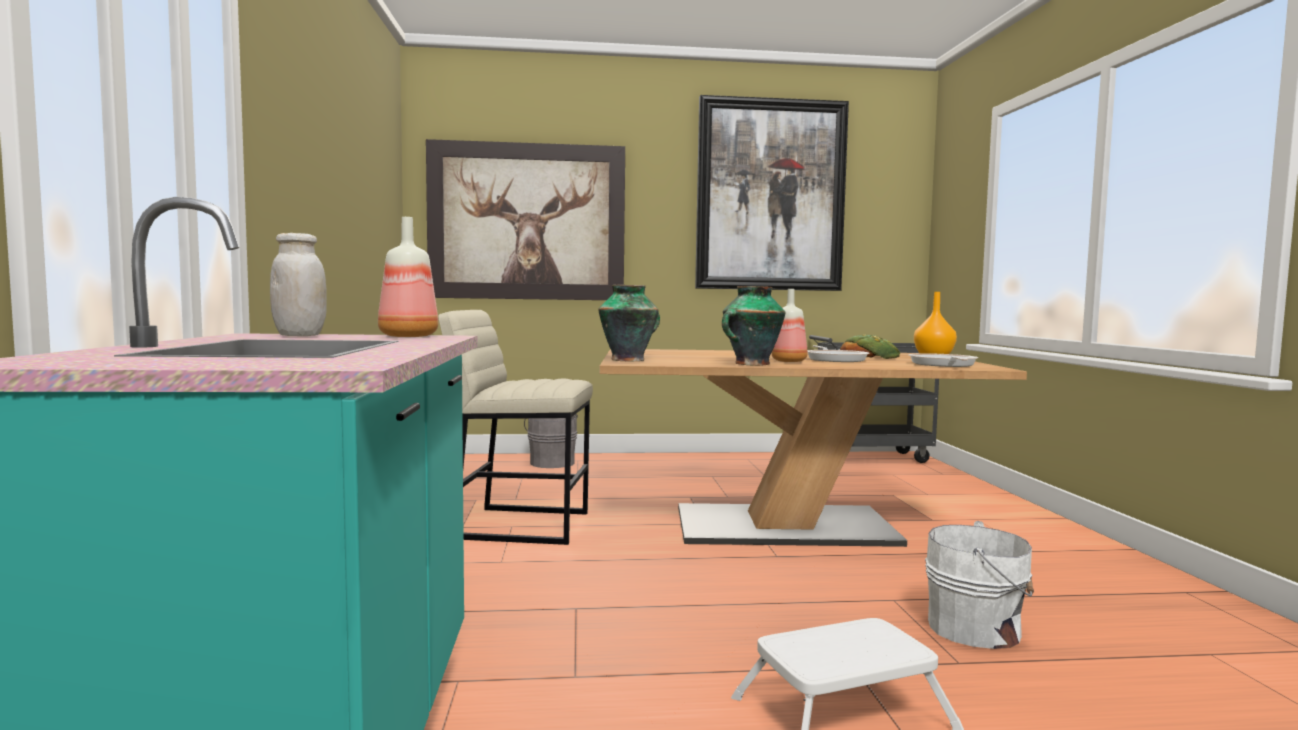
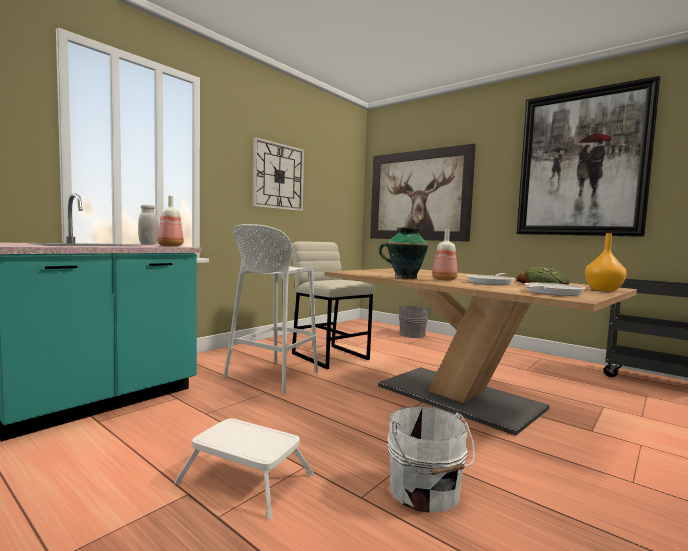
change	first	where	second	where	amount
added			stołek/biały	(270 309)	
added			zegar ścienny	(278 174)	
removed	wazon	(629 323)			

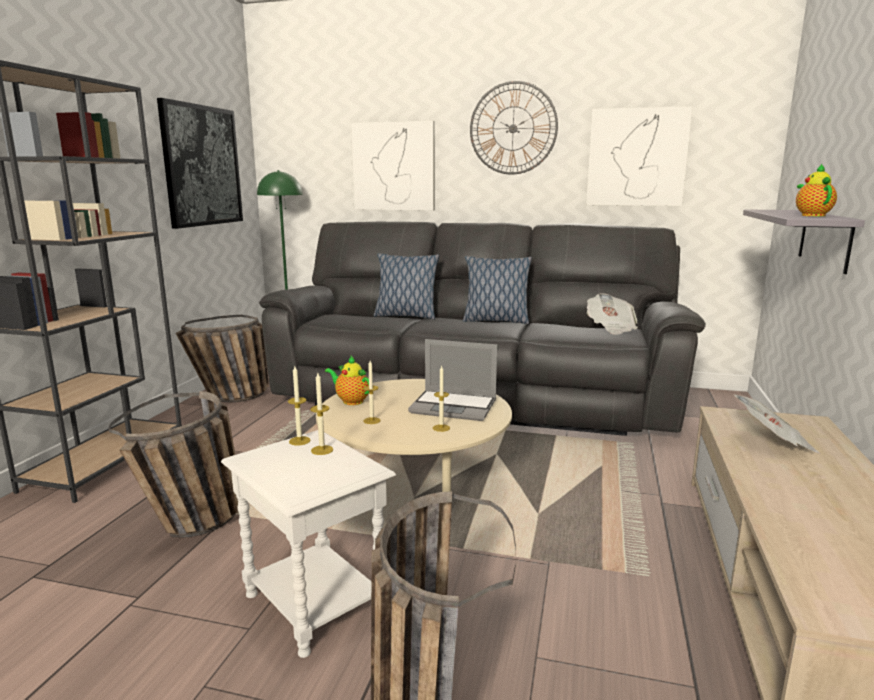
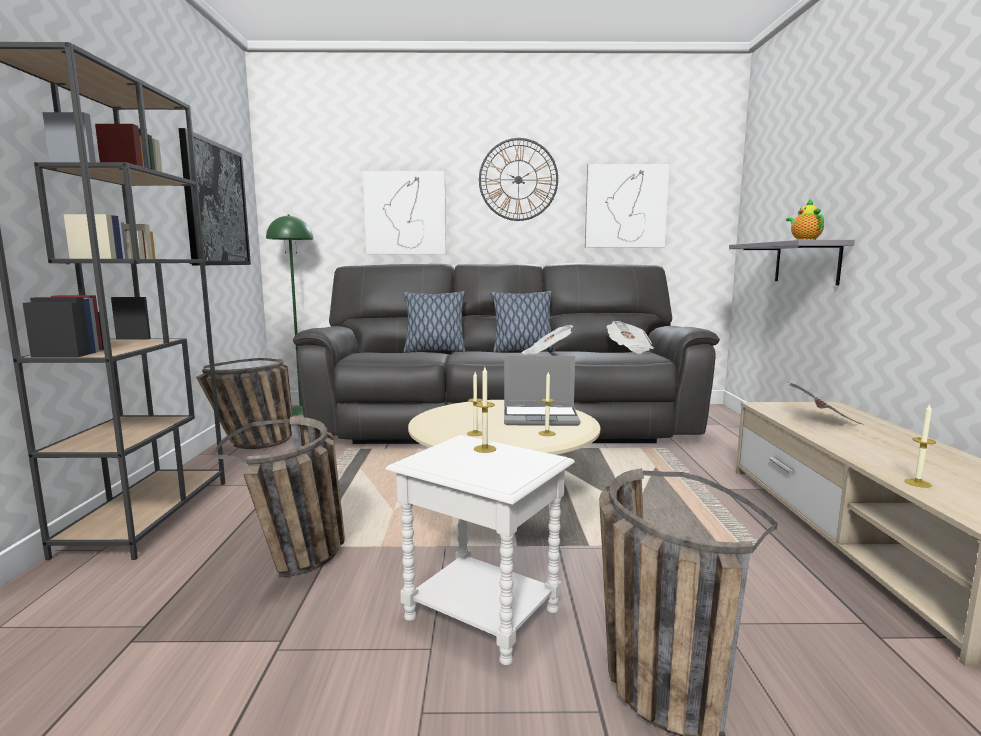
change	first	where	second	where	amount
added			gazeta	(547 340)	
moved	świeca	(299 406)		(920 446)	
removed	imbryk	(347 380)			

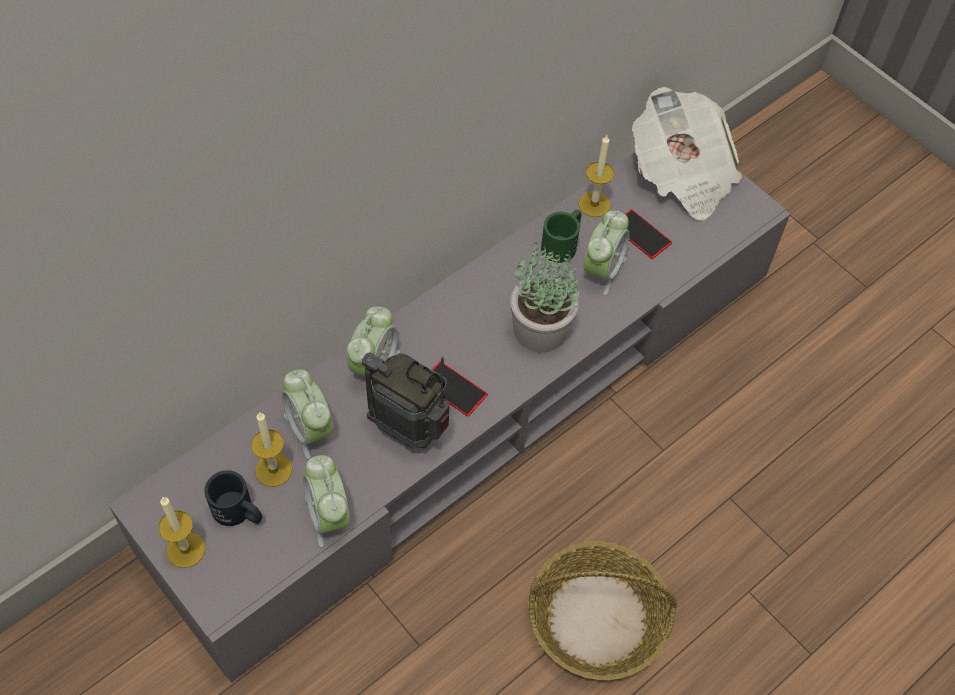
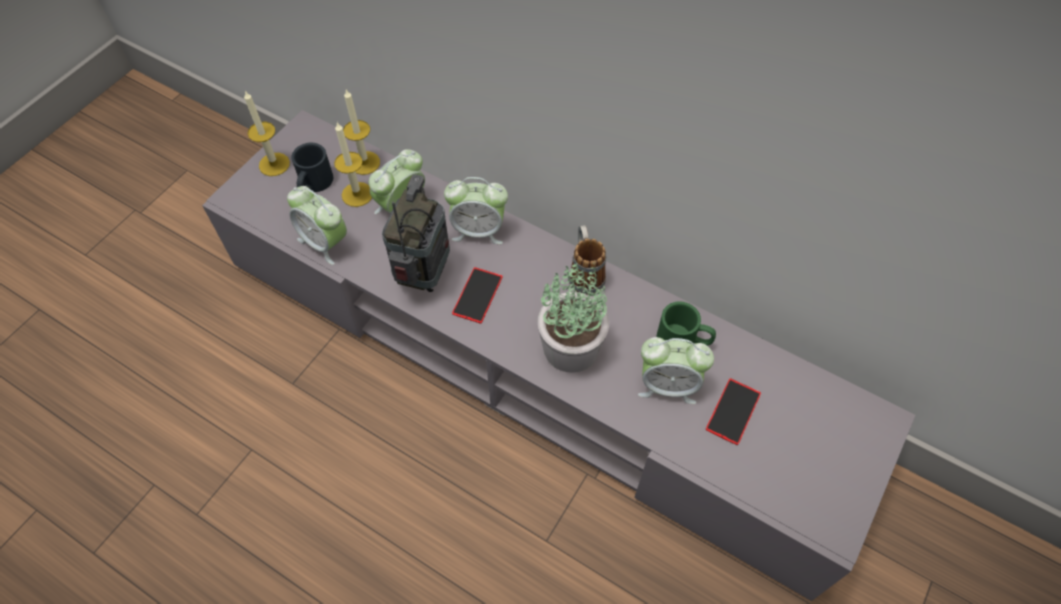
change	first	where	second	where	amount
turned	budzik	(326 501)		(317 225)	105 degrees counterclockwise
moved	świeca	(596 176)		(361 132)	
added			kubek	(587 260)	
removed	koszyk	(602 610)			
removed	gazeta	(687 154)			

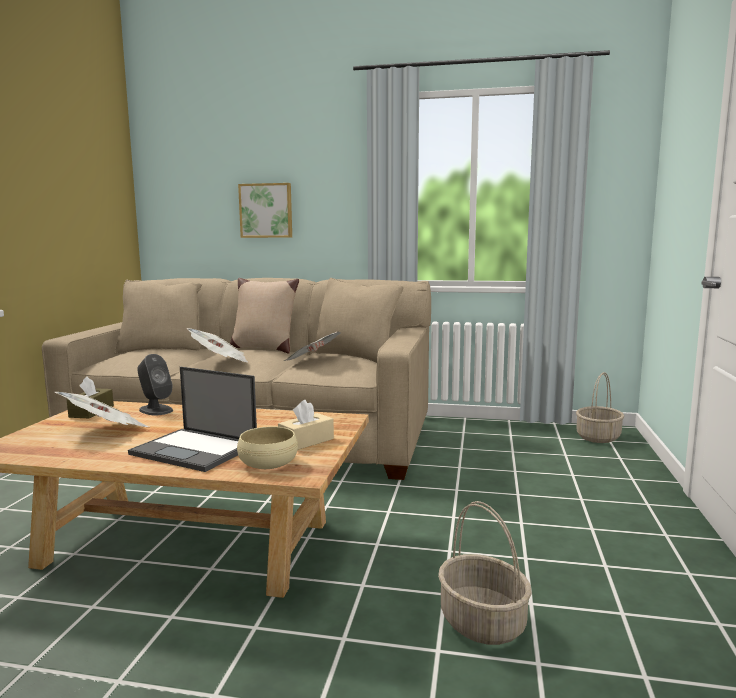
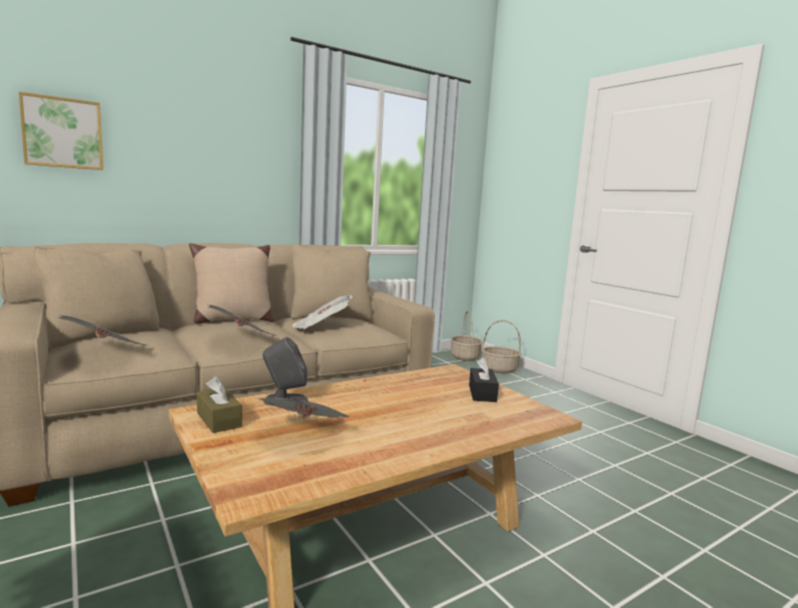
change	first	where	second	where	amount
moved	obraz	(265 210)		(61 131)	
added			gazeta	(102 330)	
recoloured	pudełko chusteczek/beżowy	(306 425)	pudełko chusteczek/czarny	(484 379)	
moved	koszyk	(485 573)		(501 346)	
removed	laptop	(192 419)			
removed	miska/beżowy	(267 447)			

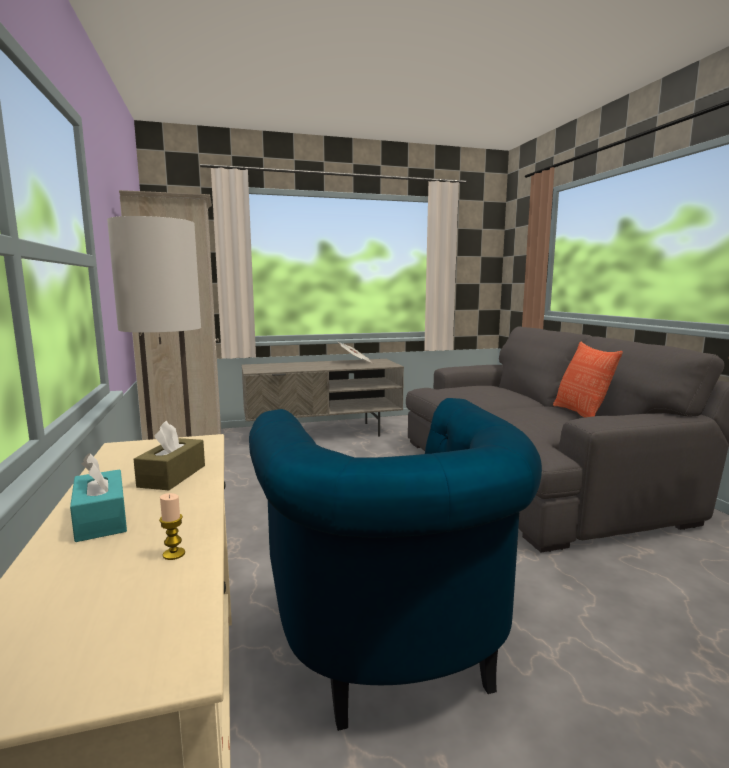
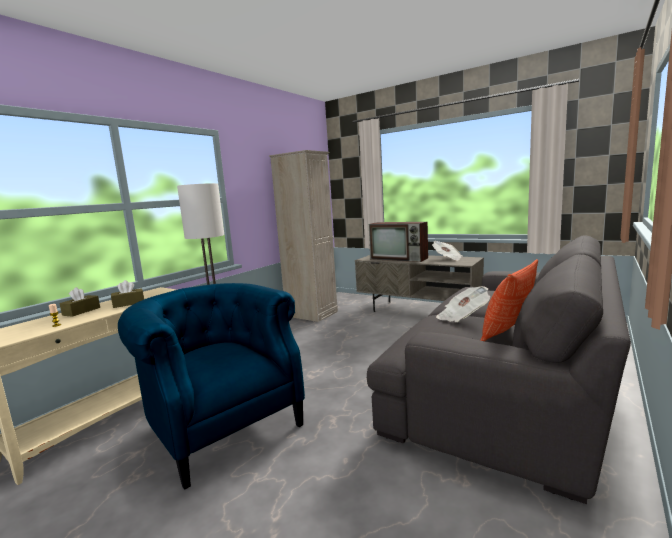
change	first	where	second	where	amount
recoloured	pudełko chusteczek/turkusowy	(98 497)	pudełko chusteczek/brązowy	(79 302)	
turned	fotel/niebieski	(395 564)		(211 386)	105 degrees clockwise
added			telewizor	(398 242)	
added			gazeta	(463 304)	

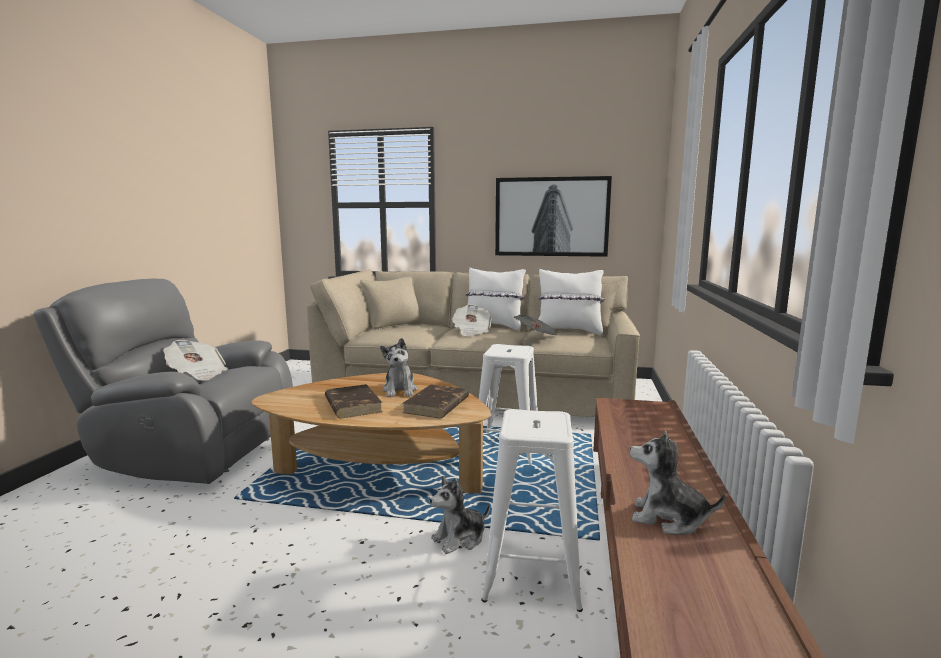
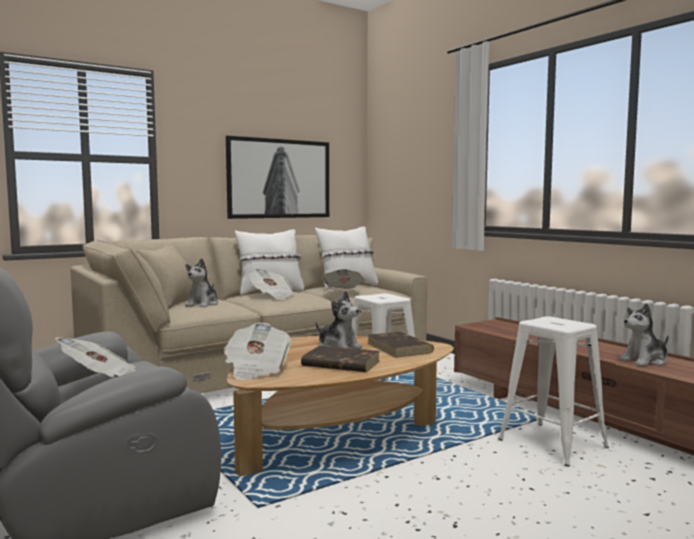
change	first	where	second	where	amount
moved	pluszak	(460 515)		(201 282)	
added			gazeta	(258 351)	

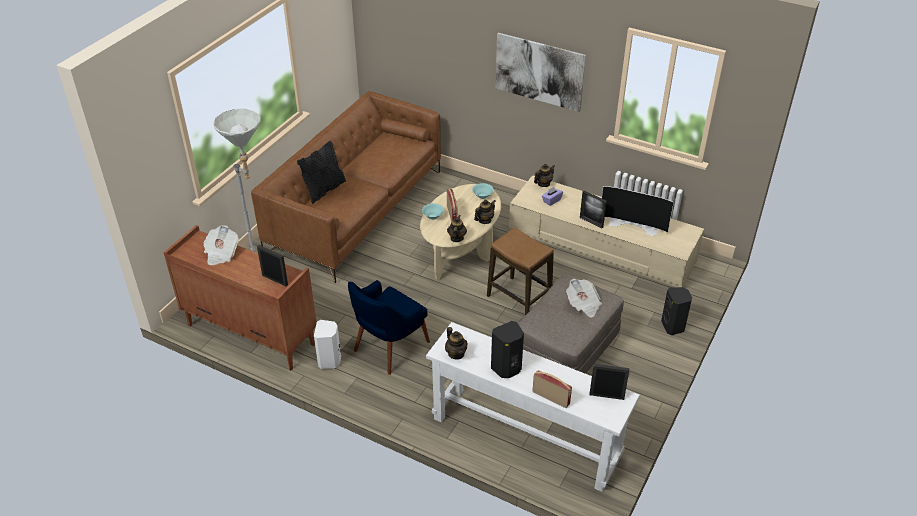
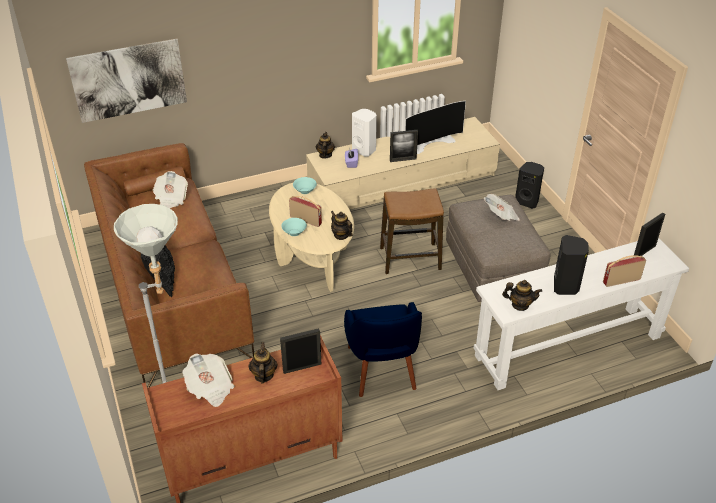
change	first	where	second	where	amount
moved	obraz	(540 72)		(126 81)	
added			gazeta	(170 189)	
moved	imbryk	(484 212)		(263 363)	
moved	głośnik/biały	(327 344)		(364 133)	

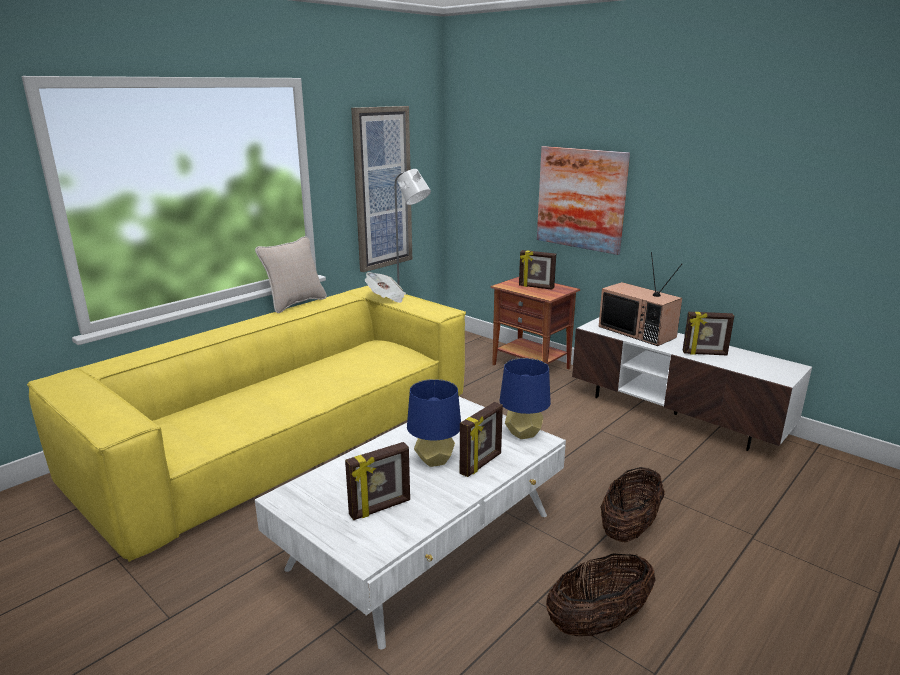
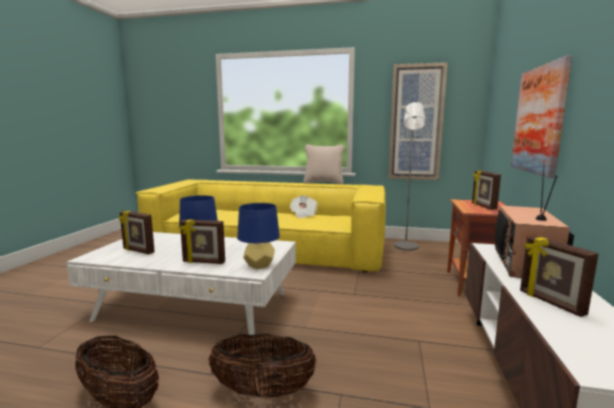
change	first	where	second	where	amount
moved	gazeta	(385 287)		(303 207)	

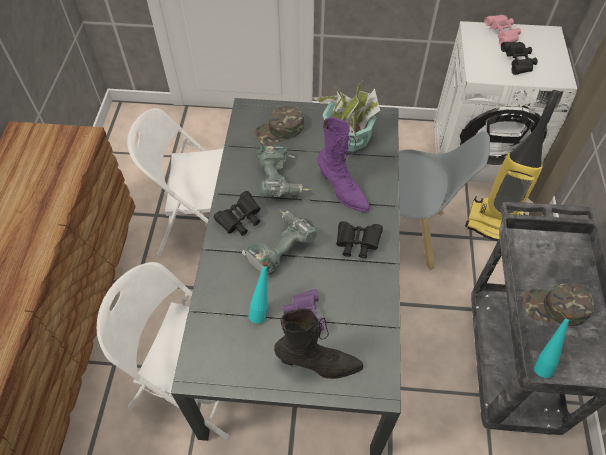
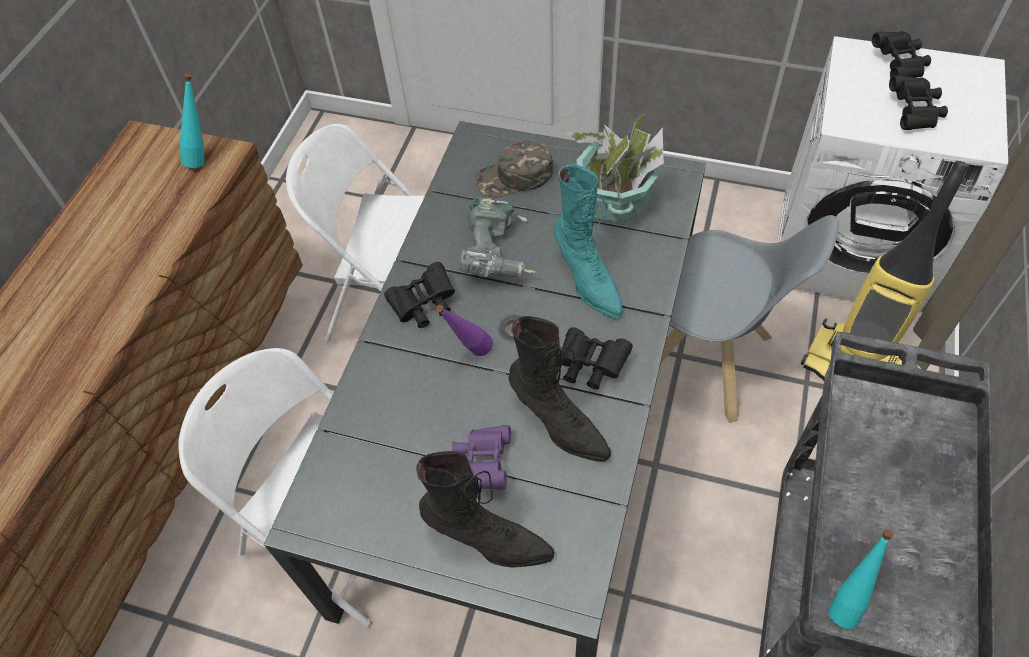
change	first	where	second	where	amount
moved	butelka/turkusowy	(258 292)		(192 121)	
replaced	wiertarka	(279 242)	butelka/fioletowy	(464 330)	
added			but z cholewką/czarny	(560 389)	
recoloured	but z cholewką/fioletowy	(343 164)	but z cholewką/turkusowy	(588 241)	
recoloured	lornetka/różowy	(502 30)	lornetka/czarny	(901 54)	
removed	czapka z daszkiem/zielony	(559 305)			

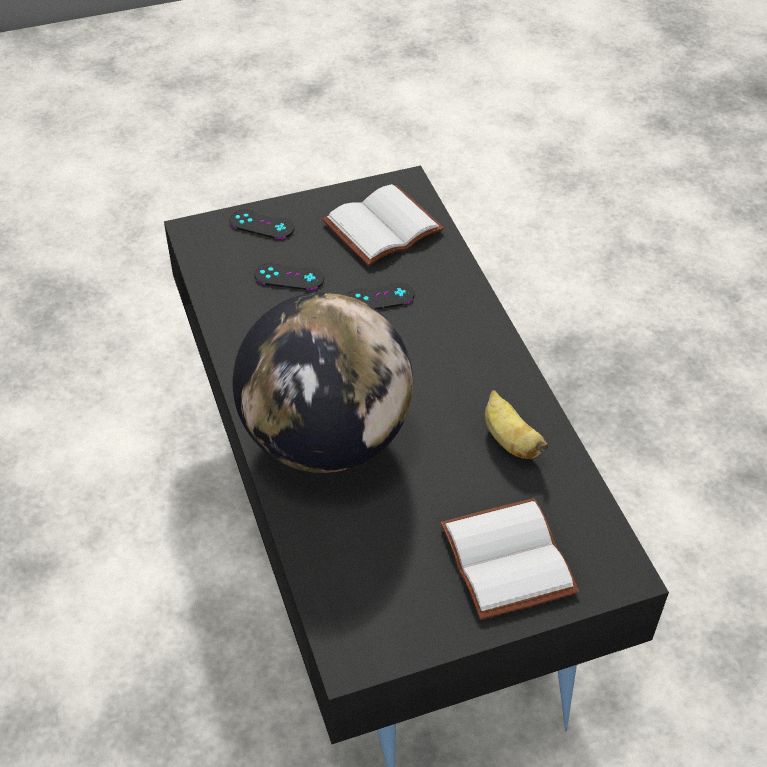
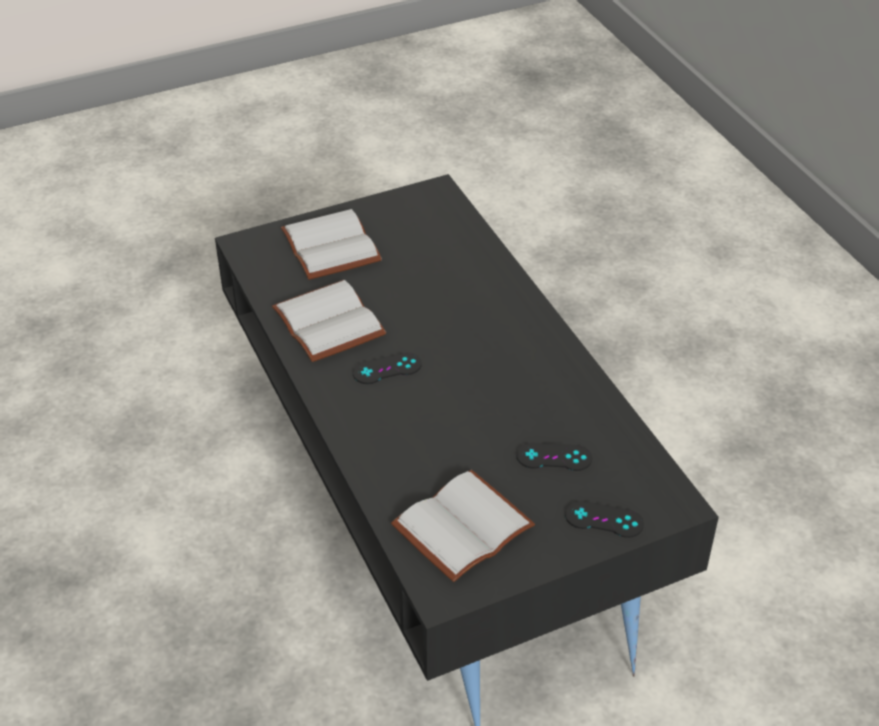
change	first	where	second	where	amount
replaced	banan	(517 424)	książka/biały	(329 321)	
moved	pad do gier/czarny	(380 296)		(387 368)	
removed	globus	(323 382)			

